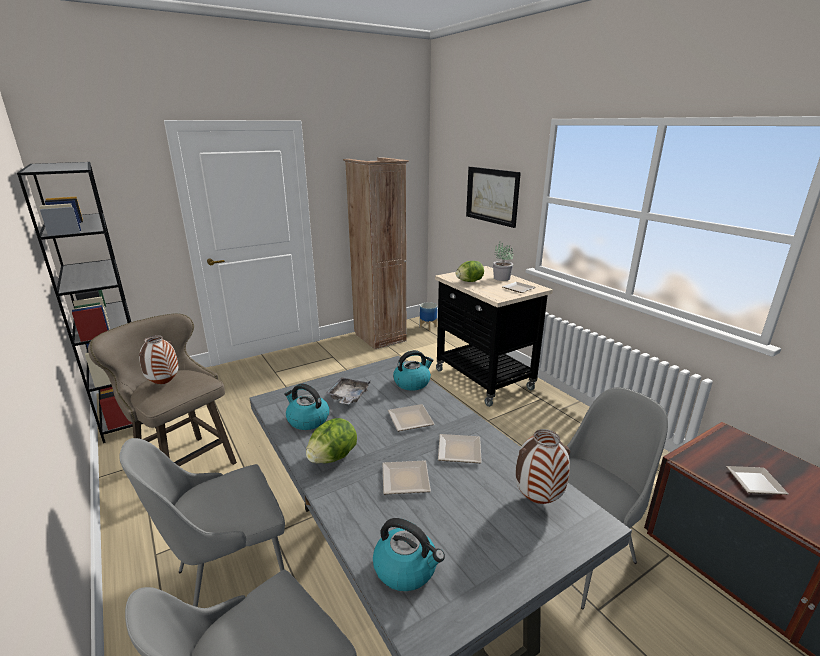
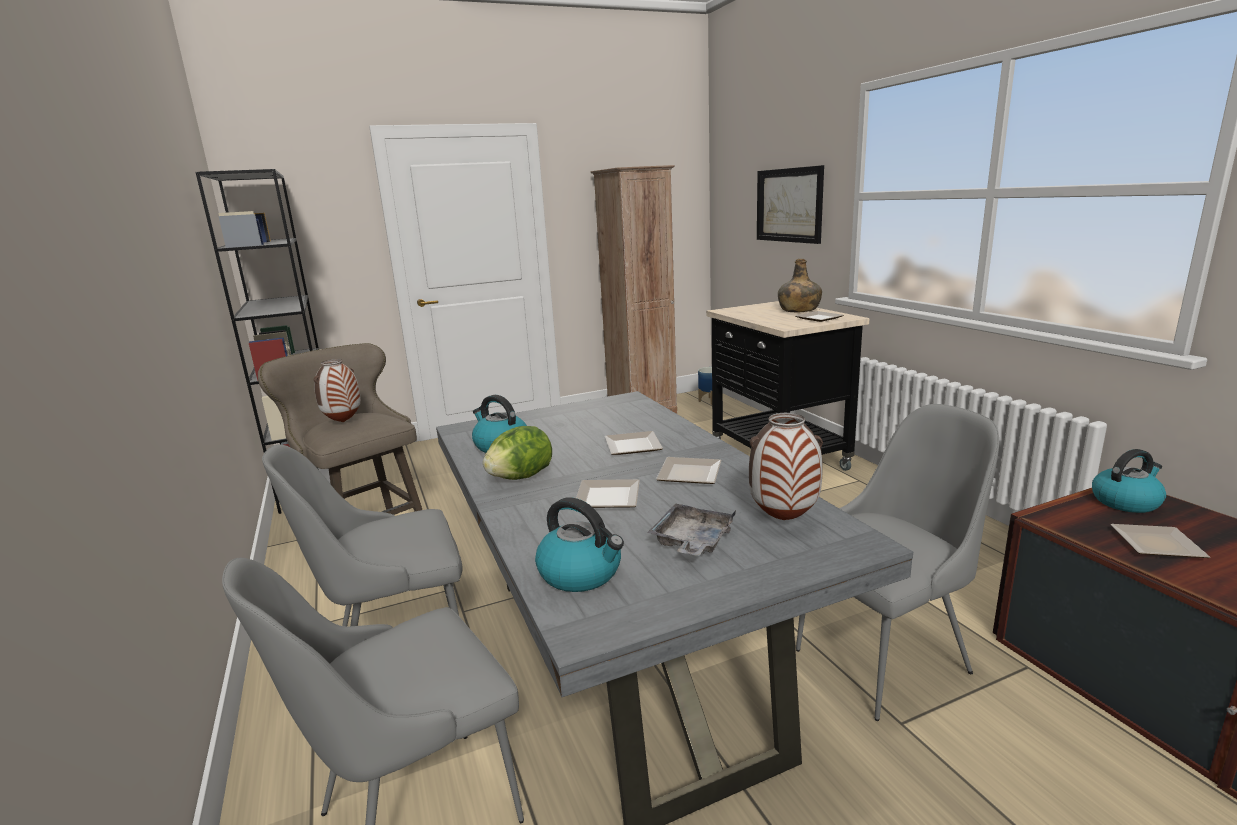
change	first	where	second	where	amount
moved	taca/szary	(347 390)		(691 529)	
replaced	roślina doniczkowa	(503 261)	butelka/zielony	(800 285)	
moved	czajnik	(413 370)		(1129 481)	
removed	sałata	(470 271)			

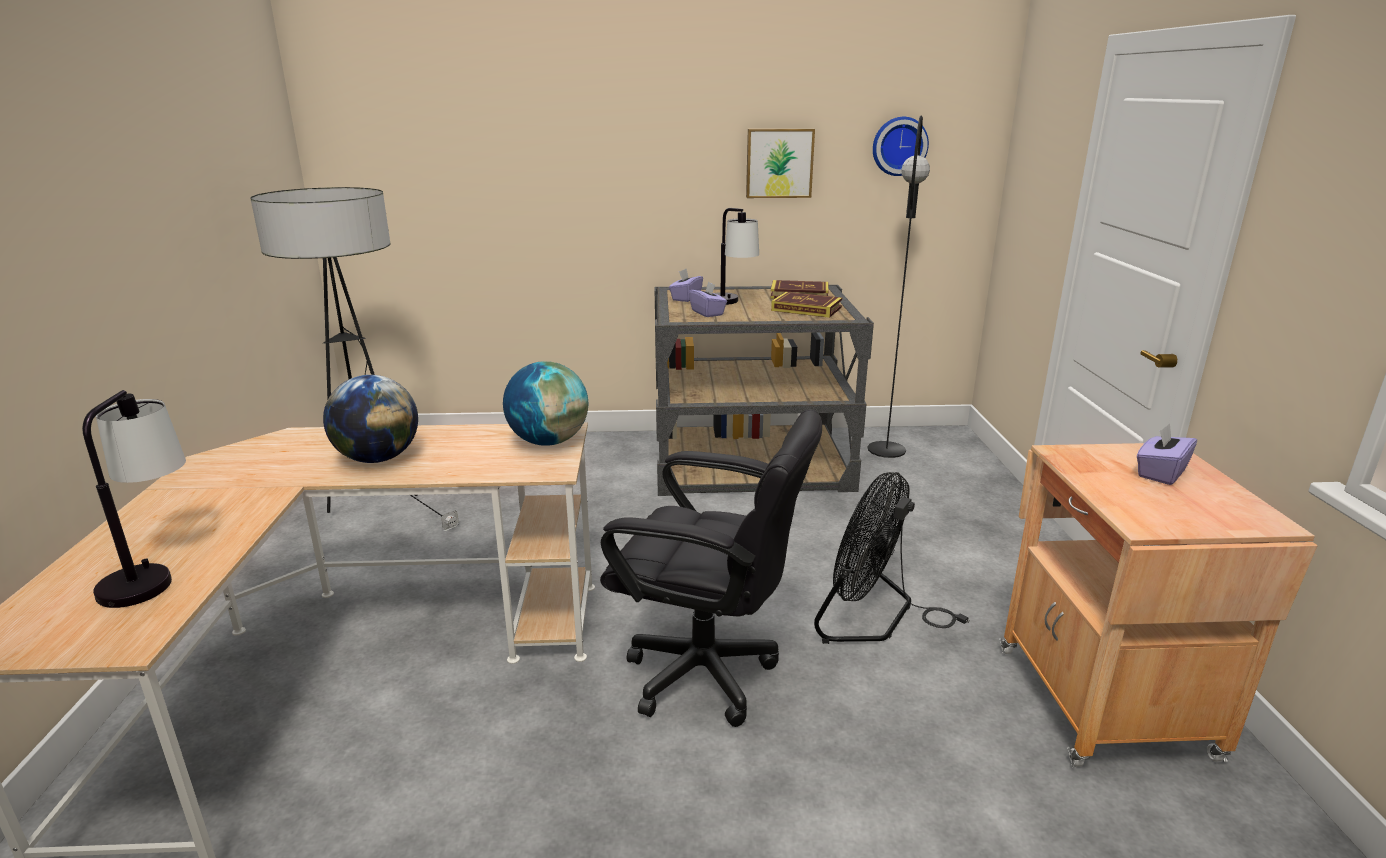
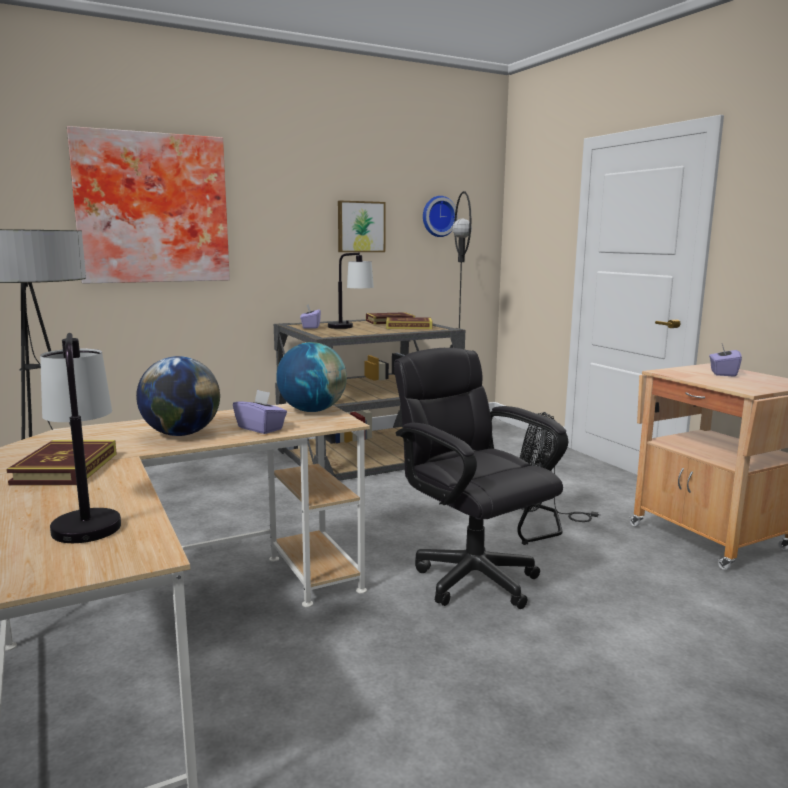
change	first	where	second	where	amount
added			książka	(61 462)	
added			obraz	(148 205)	
moved	pudełko chusteczek/fioletowy	(708 299)		(260 412)	
turned	krzesło biurowe/czarny	(711 568)		(481 478)	120 degrees counterclockwise

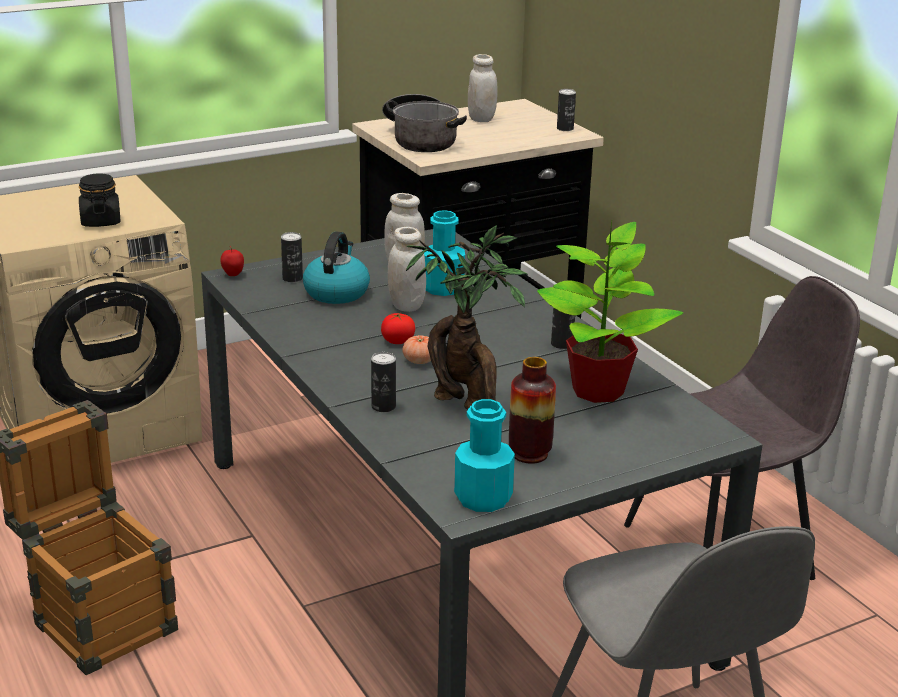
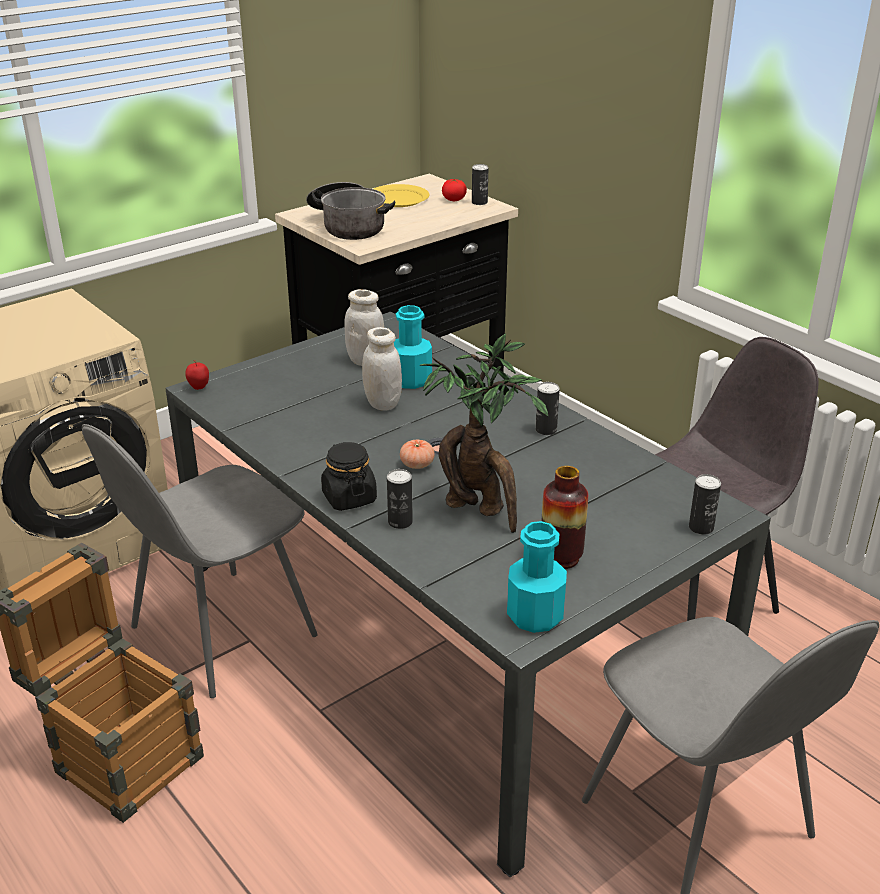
change	first	where	second	where	amount
added			krzesło/szary	(200 561)	
moved	słoik/czarny	(100 200)		(349 476)	
replaced	słoik/biały	(483 88)	talerz/żółty	(401 195)	
moved	pomidor	(398 328)		(454 190)	
moved	puszka	(292 257)		(705 504)	
removed	czajnik	(336 267)			
removed	roślina doniczkowa	(610 312)			

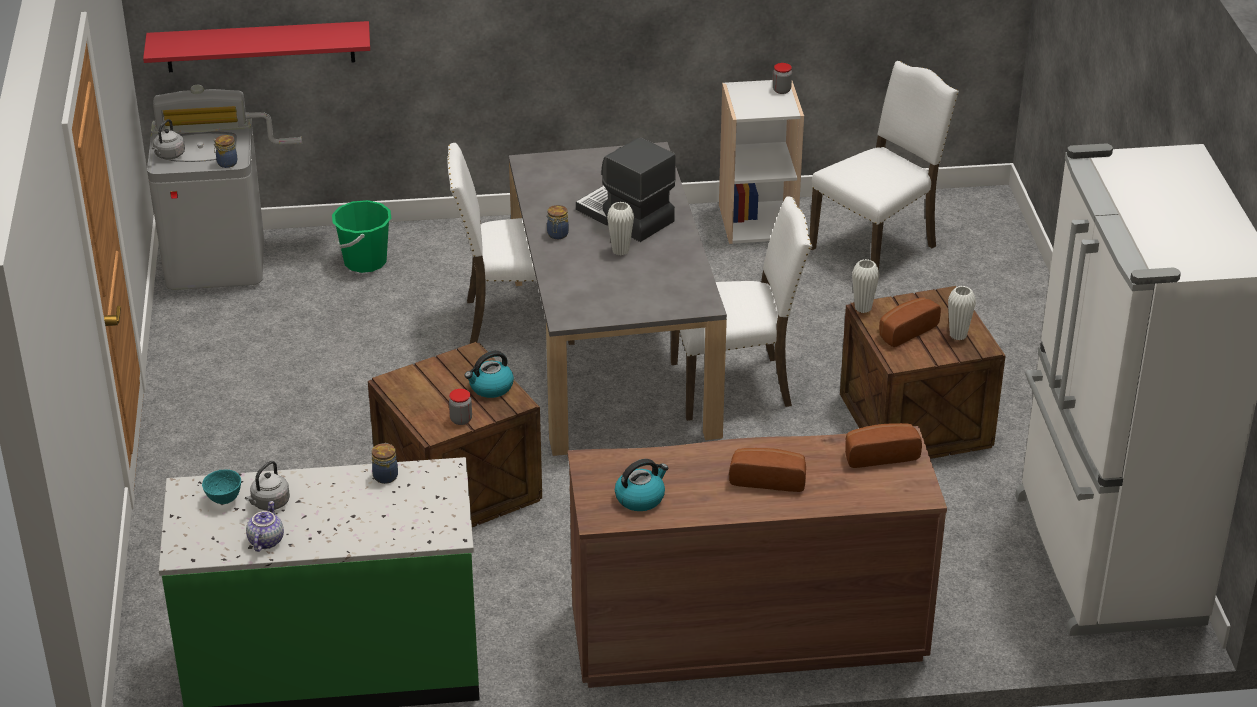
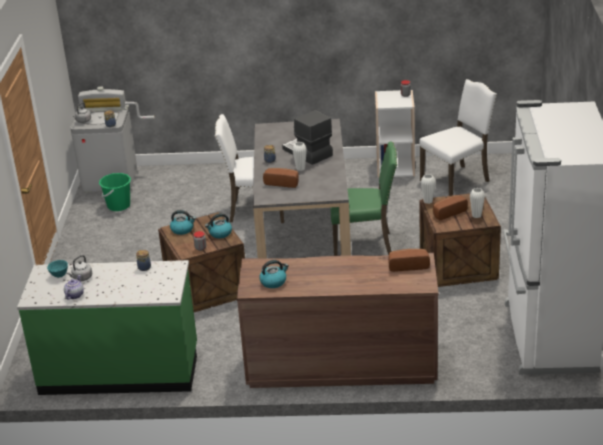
change	first	where	second	where	amount
moved	wiadro/zielony	(361 236)		(115 192)	
added			czajnik	(183 222)	
moved	chleb	(767 470)		(281 178)	
recoloured	krzesło/biały	(741 308)	krzesło/zielony	(363 198)	
removed	półka/czerwony	(256 46)			

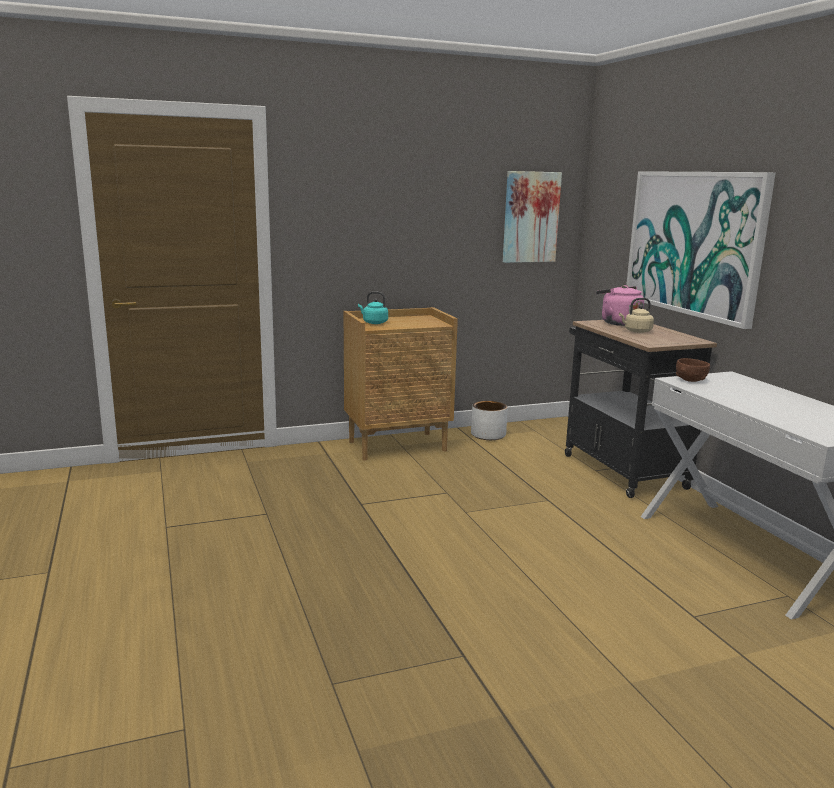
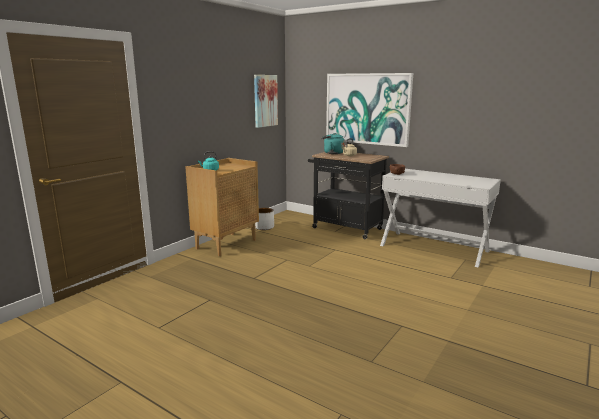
change	first	where	second	where	amount
recoloured	czajnik/różowy	(620 305)	czajnik/turkusowy	(333 143)	

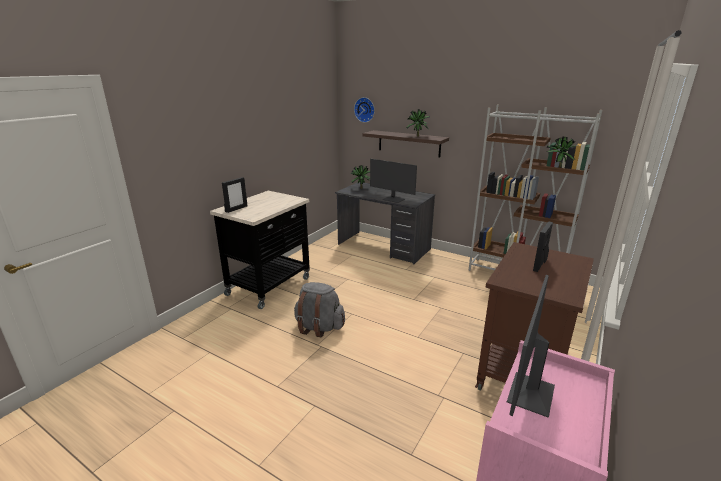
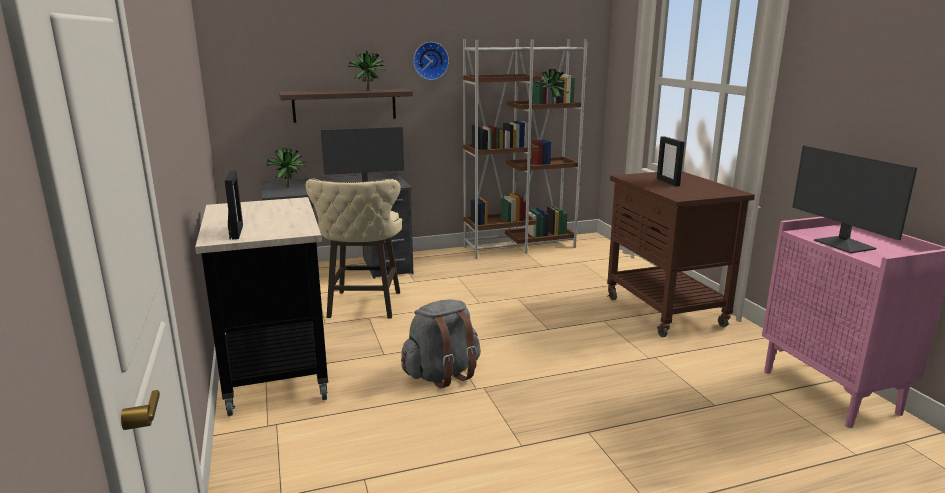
change	first	where	second	where	amount
added			stołek/beżowy	(354 248)	
moved	zegar ścienny	(364 110)		(431 61)	

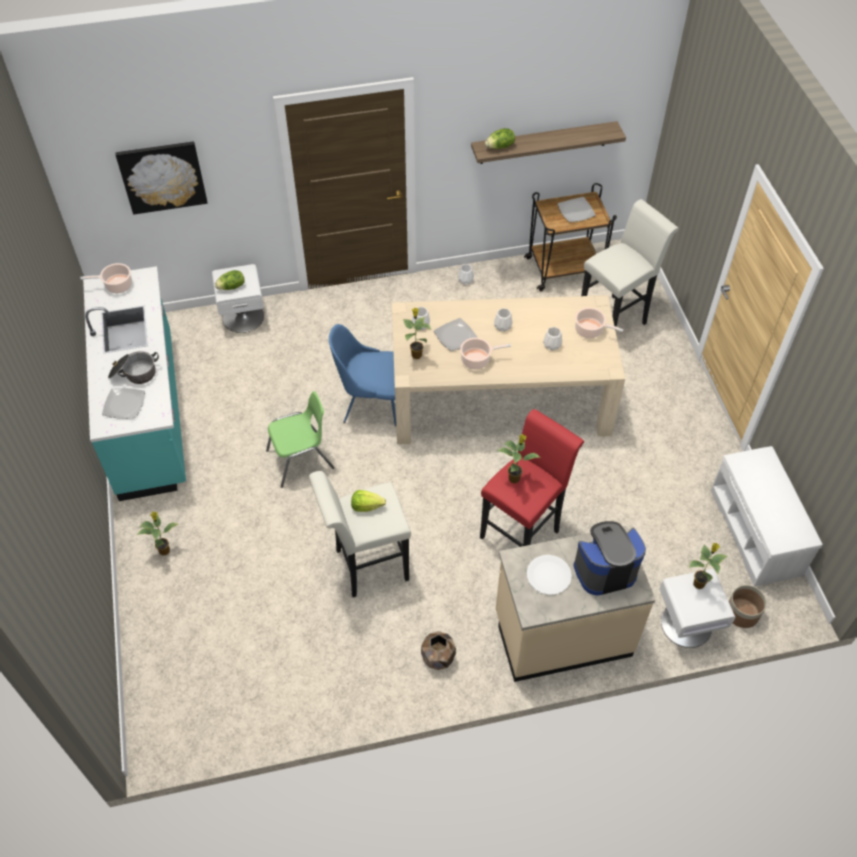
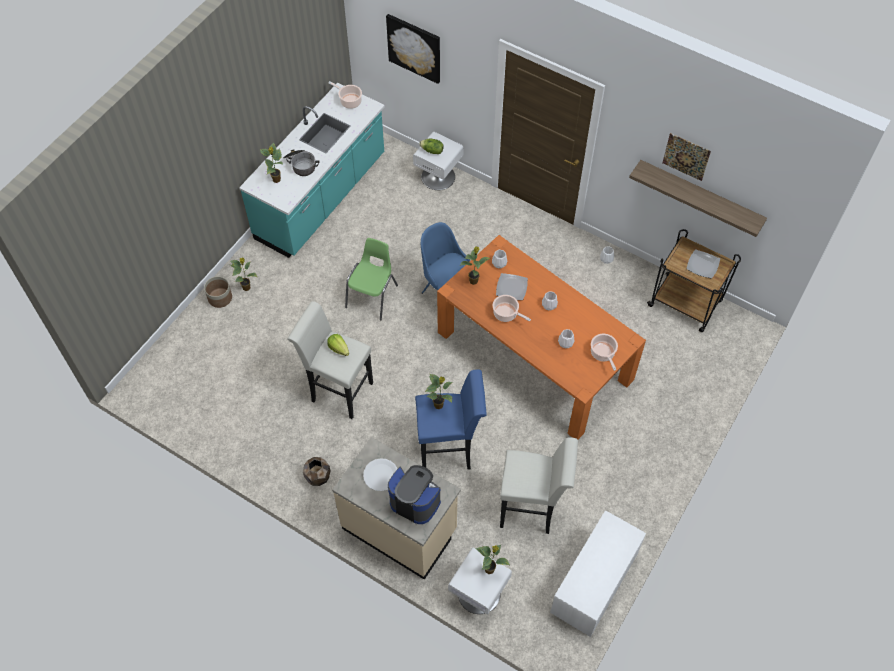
change	first	where	second	where	amount
moved	donica	(748 606)		(218 292)	
replaced	talerz	(123 403)	roślina doniczkowa	(271 162)	
turned	krzesło/zielony	(300 439)		(371 279)	90 degrees counterclockwise
recoloured	stołek/czerwony	(532 478)	stołek/niebieski	(451 419)	
recoloured	stół jadalny/beżowy	(508 369)	stół jadalny/pomarańczowy	(541 337)	
moved	stołek/biały	(630 265)		(539 485)	
added			obraz	(686 157)	
removed	sałata	(500 138)			

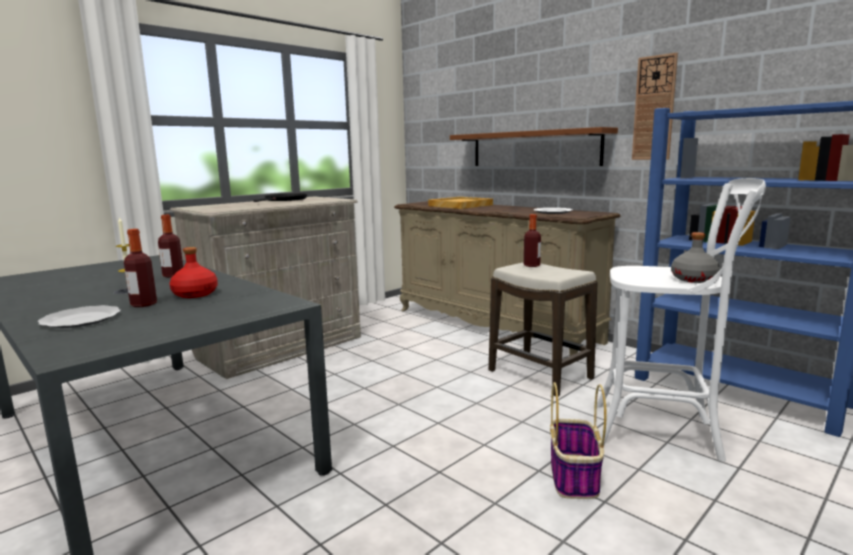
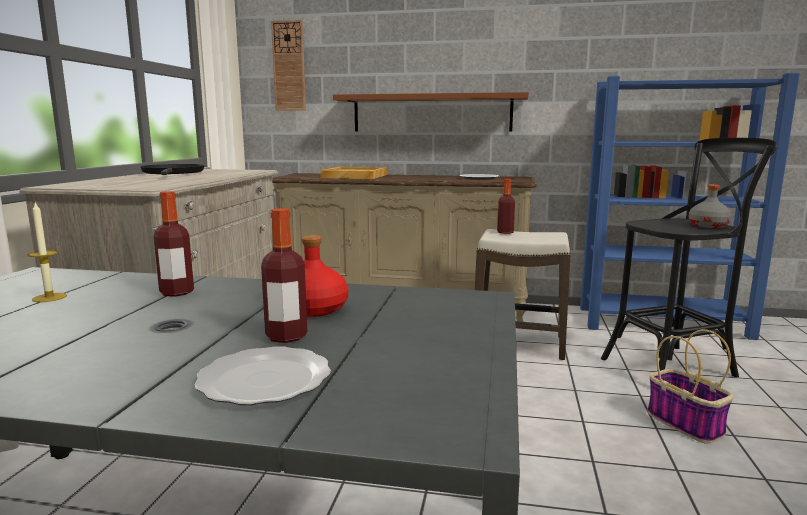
change	first	where	second	where	amount
moved	zegar ścienny	(655 106)		(288 65)	
recoloured	stołek/biały	(681 320)	stołek/czarny	(688 257)	

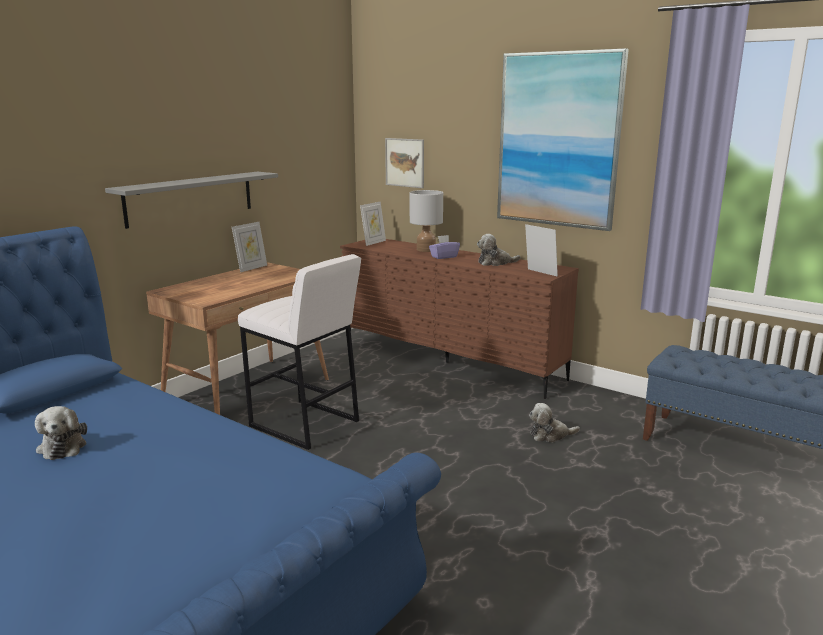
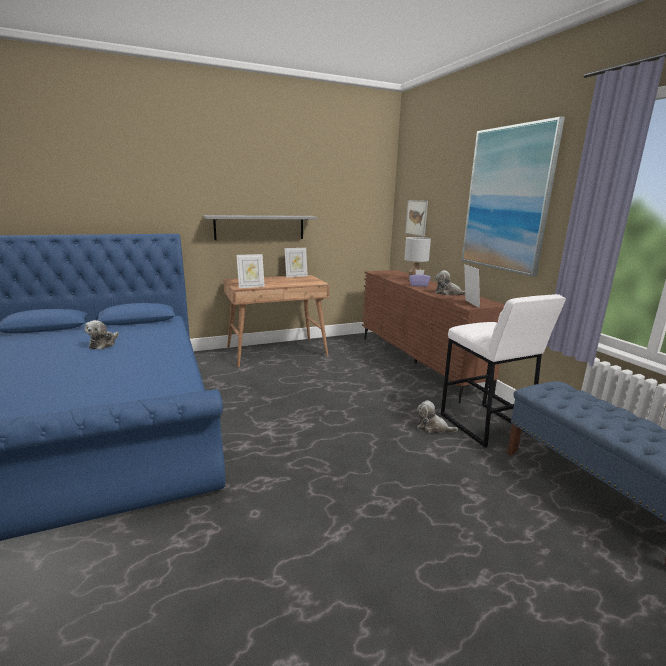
change	first	where	second	where	amount
moved	ramka na zdjęcie	(373 224)		(250 271)	
moved	stołek/biały	(299 352)		(503 371)	

